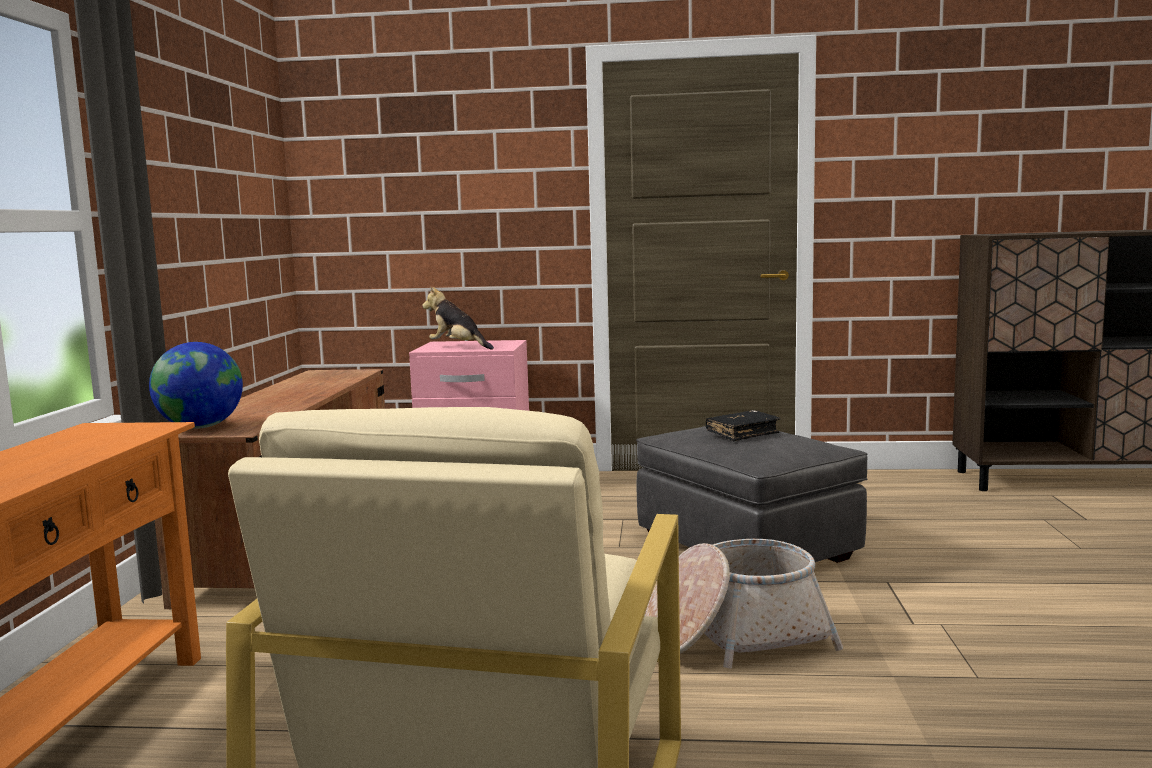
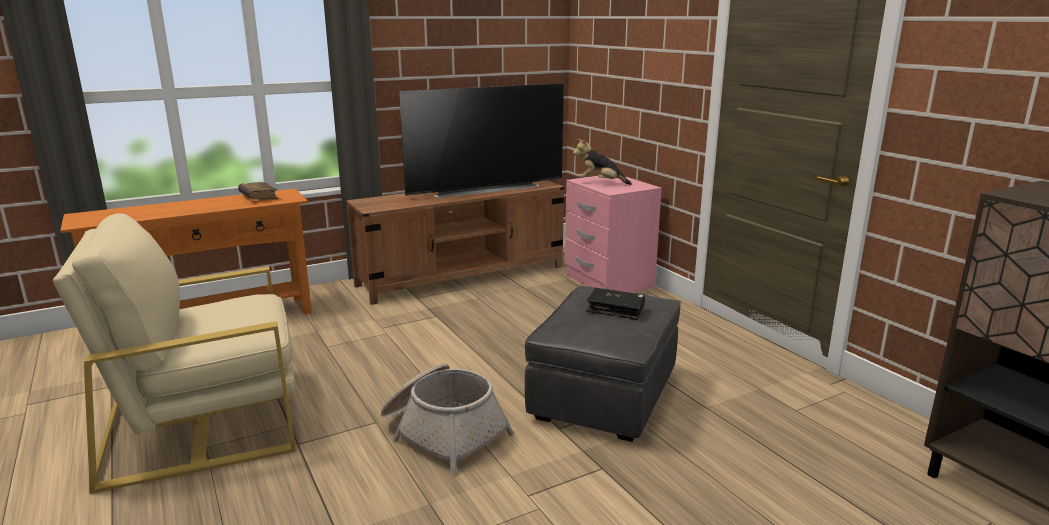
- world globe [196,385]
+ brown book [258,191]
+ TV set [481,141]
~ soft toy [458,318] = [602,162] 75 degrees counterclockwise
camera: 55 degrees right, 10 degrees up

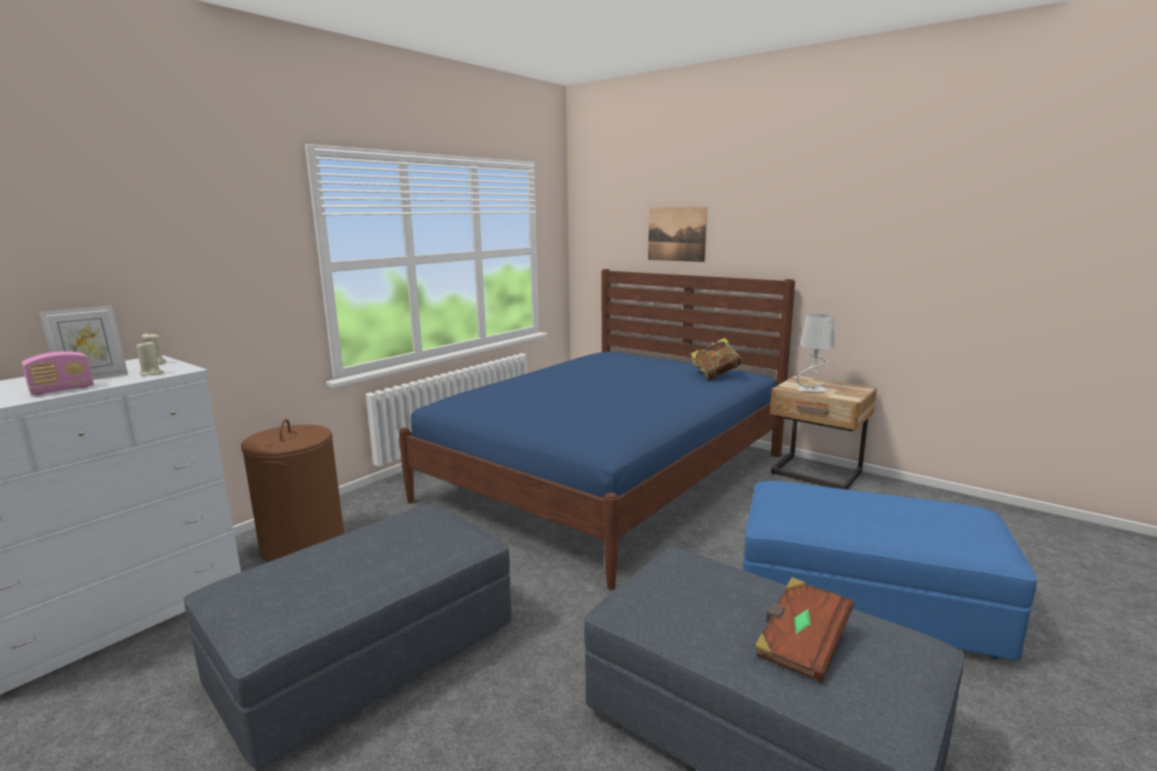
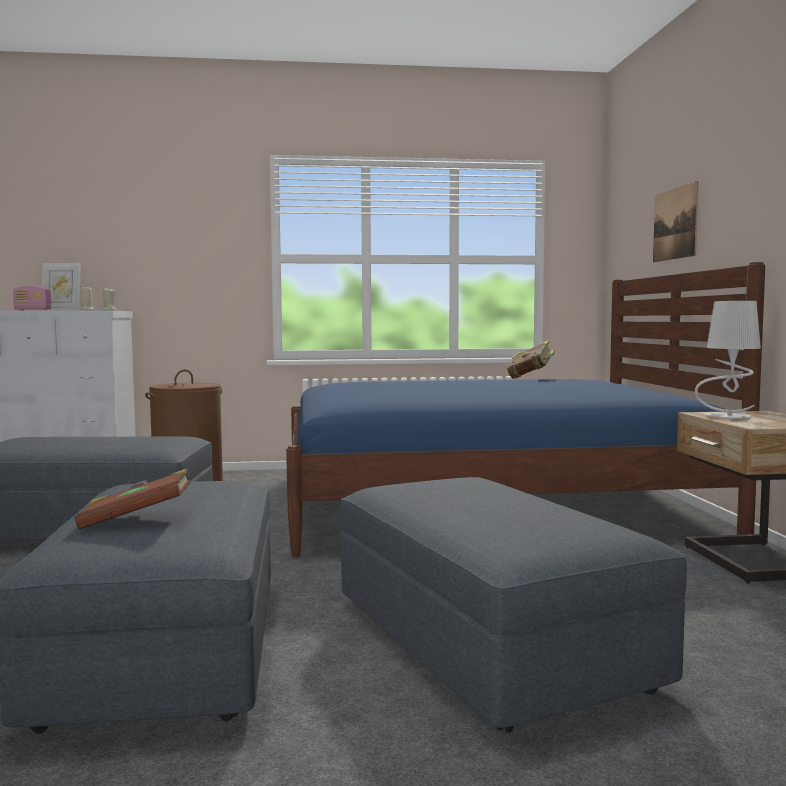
~ book [717,359] to [531,359]
~ blue-coloured pouffe [890,570] to gray pouffe [513,605]
camera: 45 degrees right, 10 degrees down

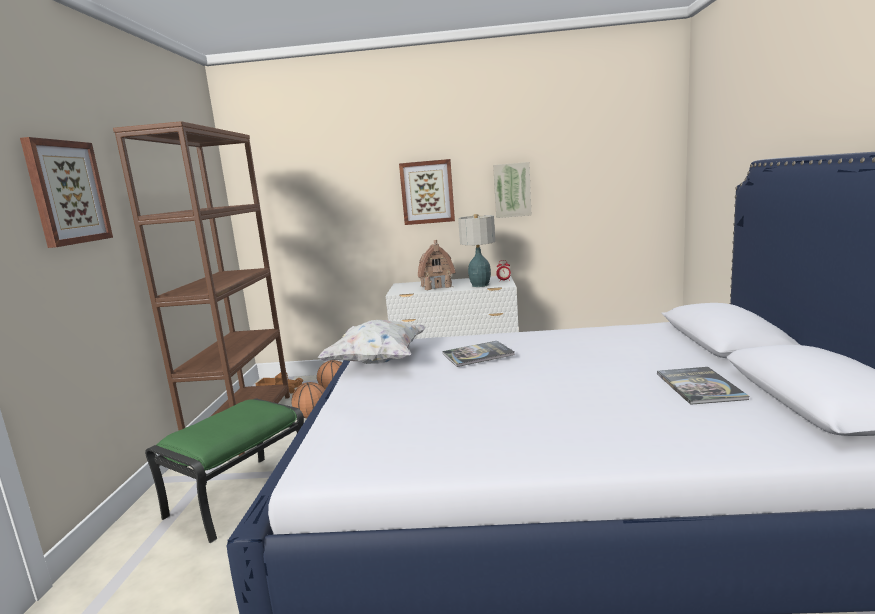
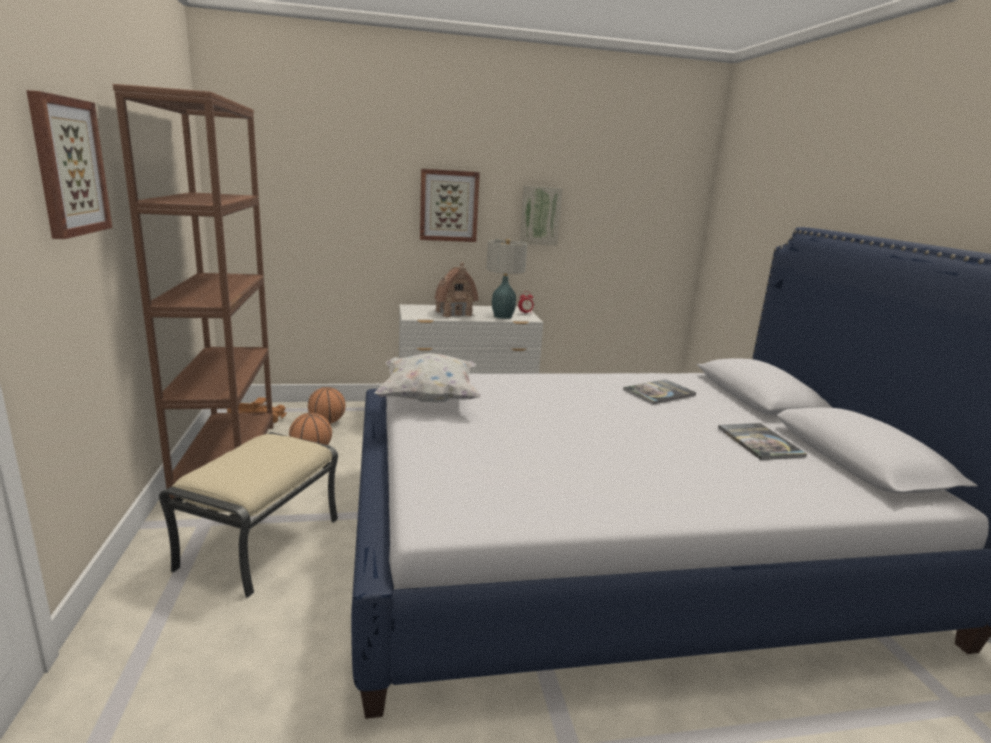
~ book [478,354] to [660,392]
~ green pouffe [224,470] to beige pouffe [248,515]
camera: 15 degrees left, 5 degrees up

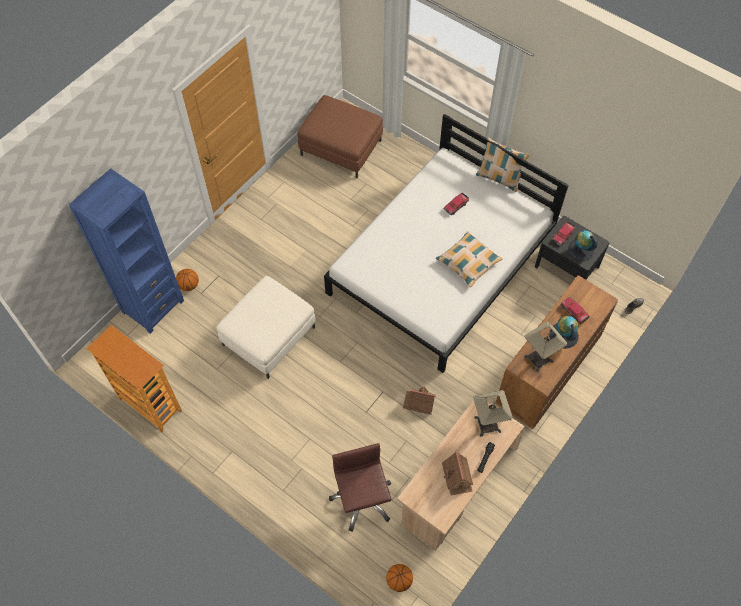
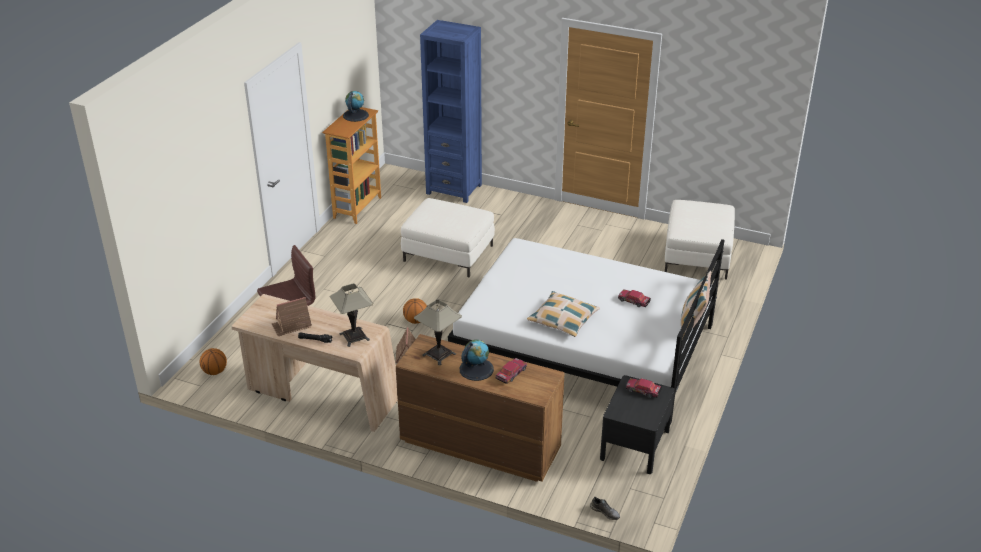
~ basketball ball [187,280] to [415,311]
~ world globe [582,245] to [356,106]
~ brown pouffe [340,136] to white pouffe [700,239]
camera: 75 degrees right, 25 degrees down

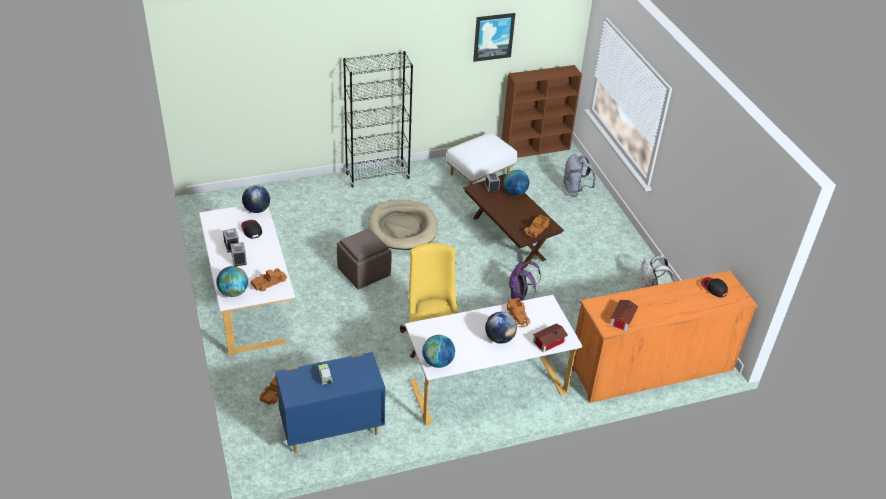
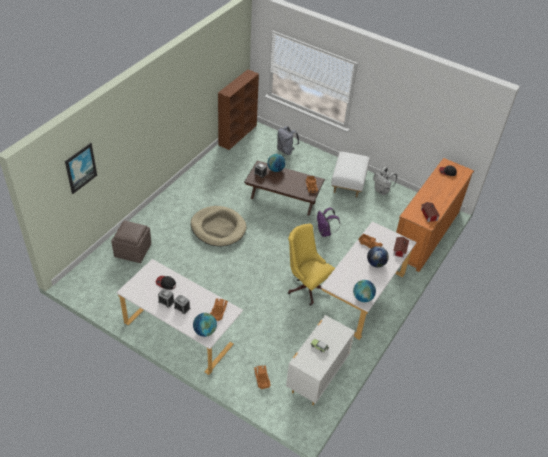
- world globe [256,199]
- black shelving unit [378,119]
~ brown pouffe [364,259] to [131,241]
~ white pouffe [481,158] to [350,175]
~ wall art [494,37] to [81,168]
~ blue-coloured chest of drawers [330,402] to white chest of drawers [320,360]
camera: 40 degrees left, 5 degrees up

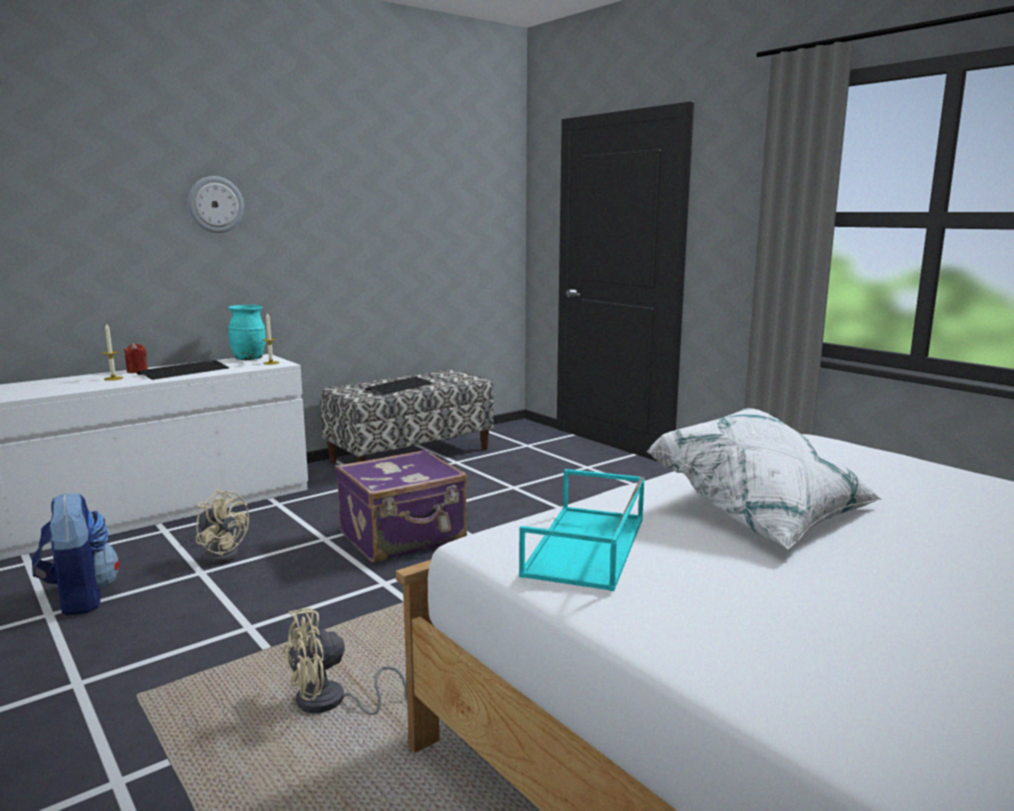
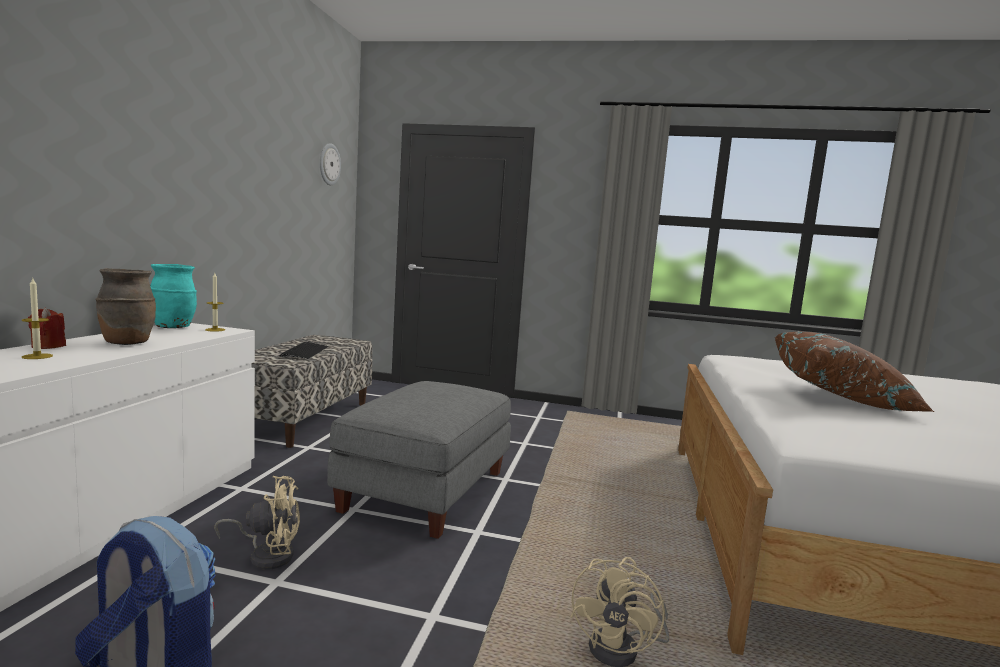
- turquoise-coloured serving tray [582,530]
~ hanging clock [216,204] to [330,164]
~ keyboard [183,370] to brown flower vase [125,306]
~ purplish travel case [401,506] to gray pouffe [419,460]
~ white cushion [764,478] to brown cushion [854,372]
camera: 40 degrees left, 5 degrees down

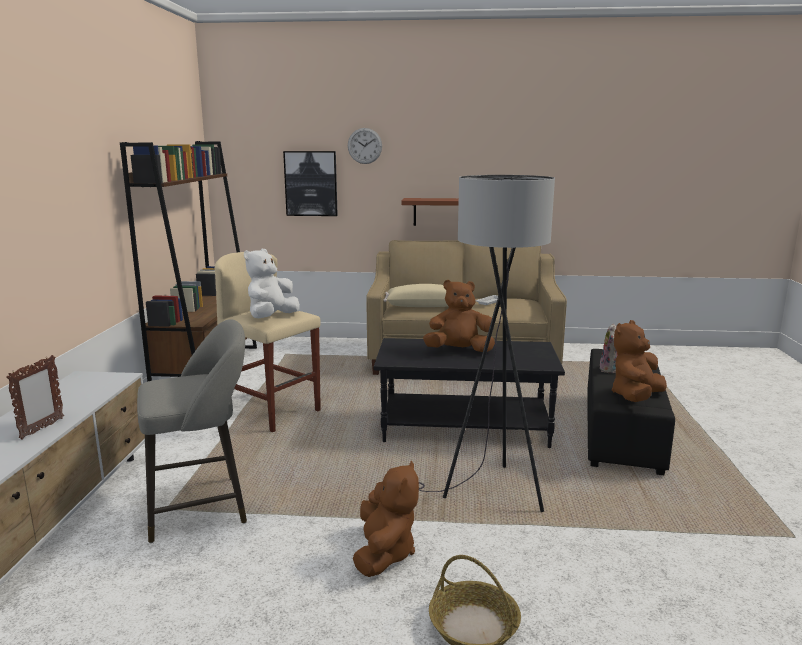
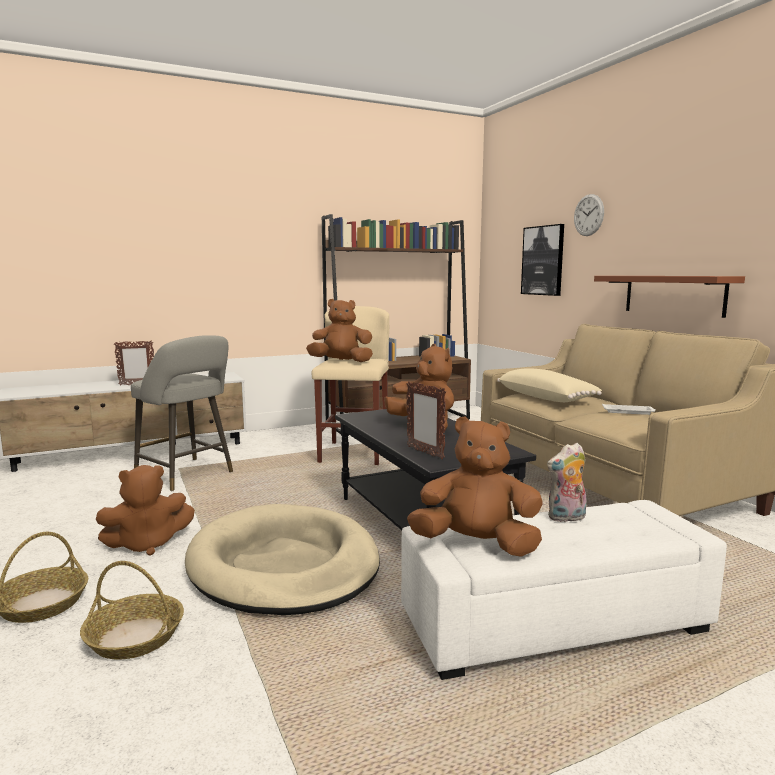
+ household basket [132,610]
+ standing frame [426,420]
~ gray floor lamp [487,343] to beige dog bed [282,559]
~ white soft toy [272,283] to brown soft toy [339,330]
~ black pouffe [631,412] to white pouffe [564,590]
camera: 60 degrees right, 5 degrees down

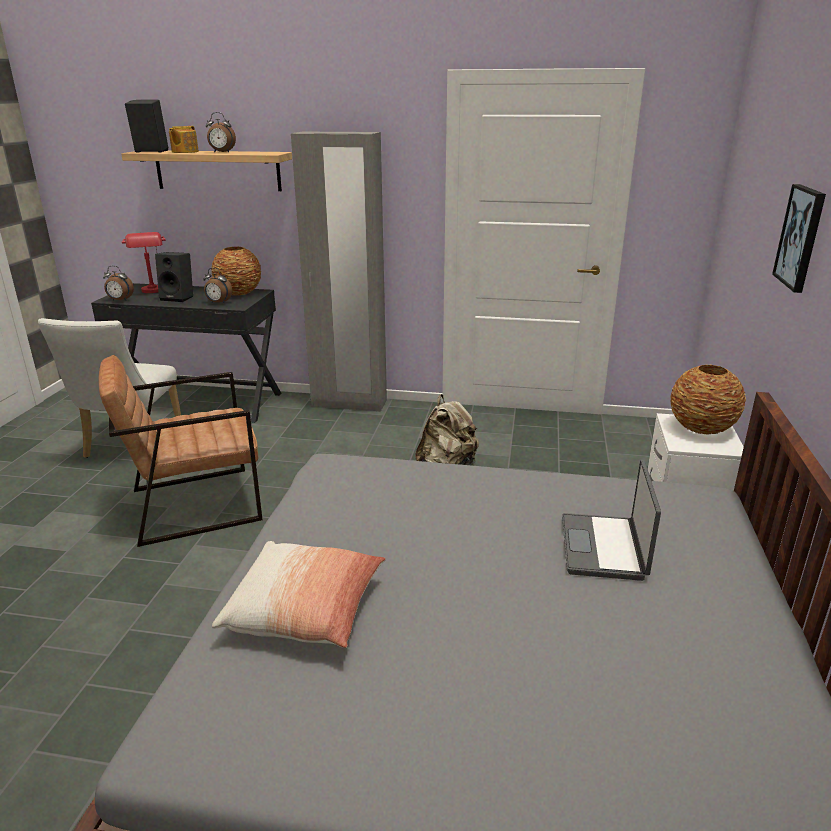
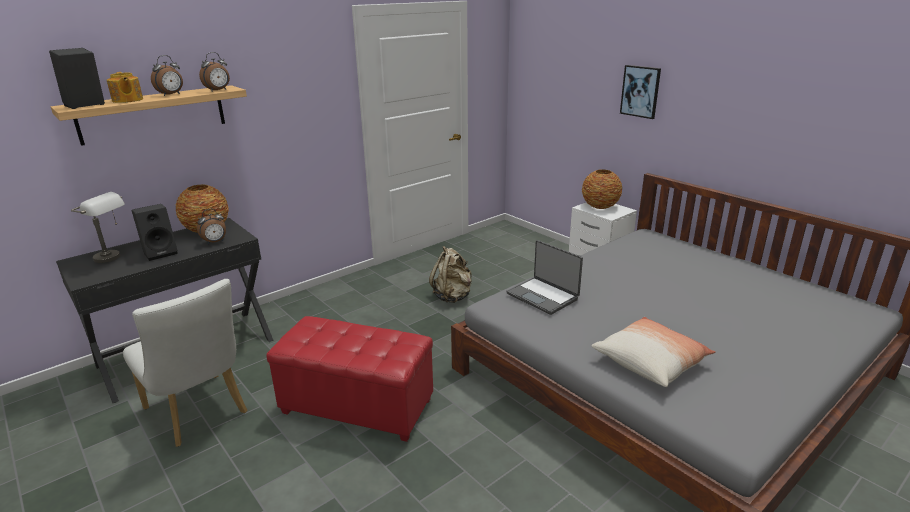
- gray clothes cupboard [339,272]
~ alarm clock [118,283] to [214,72]
~ notebook computer [611,520] to [544,277]
~ brown easy chair [181,451] to red pouffe [350,379]
~ red lamp for a table [144,262] to gray lamp for a table [98,227]
camera: 50 degrees left, 0 degrees up

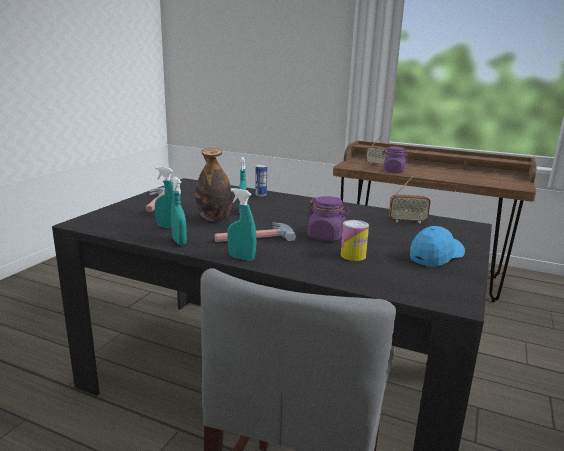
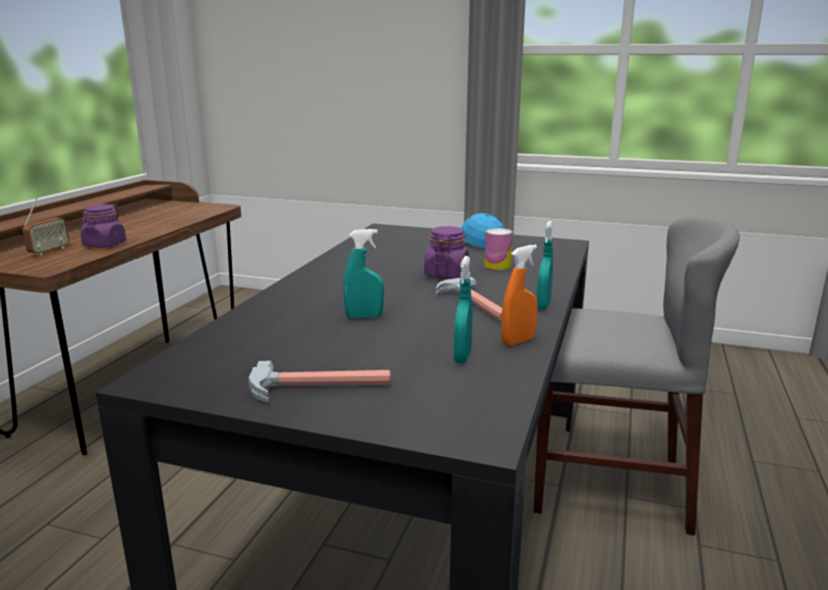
- drink bottle [214,184]
- can [261,181]
- radio receiver [410,200]
~ turquoise-coloured spray bottle [179,211] to orangey spray bottle [519,295]
camera: 95 degrees left, 0 degrees up

